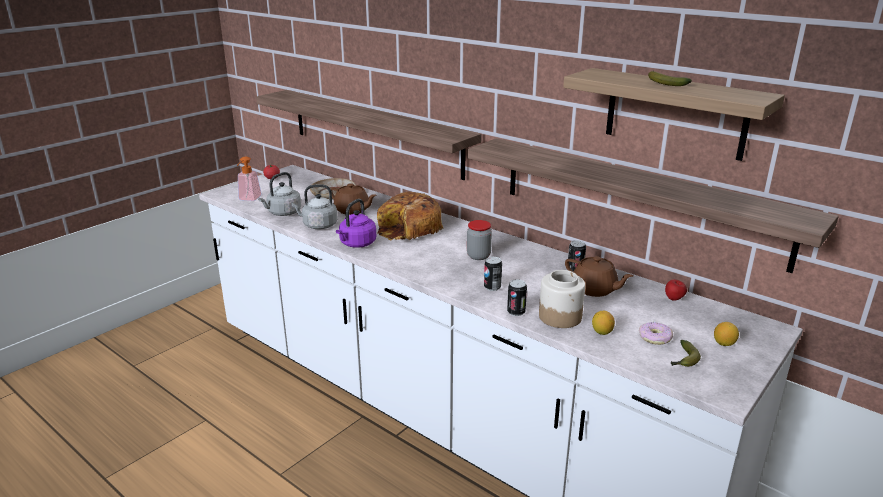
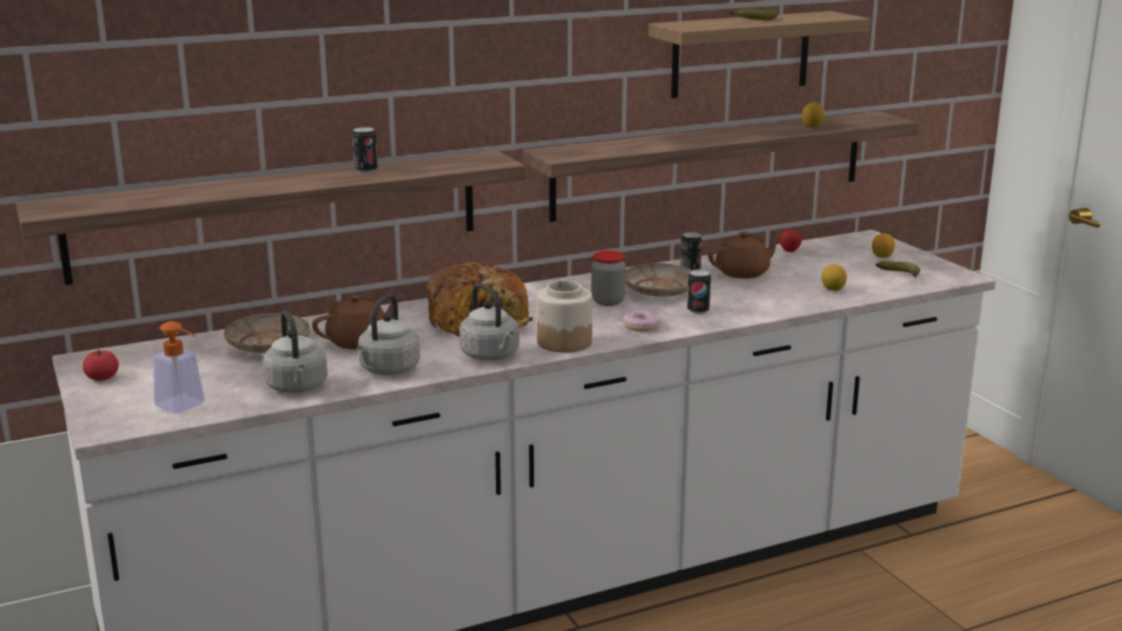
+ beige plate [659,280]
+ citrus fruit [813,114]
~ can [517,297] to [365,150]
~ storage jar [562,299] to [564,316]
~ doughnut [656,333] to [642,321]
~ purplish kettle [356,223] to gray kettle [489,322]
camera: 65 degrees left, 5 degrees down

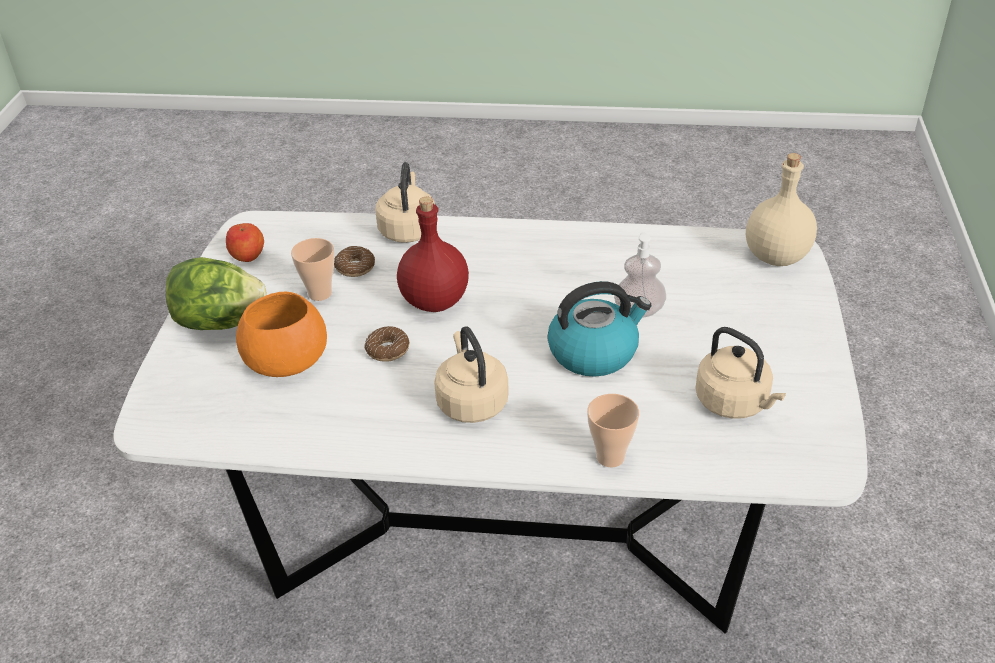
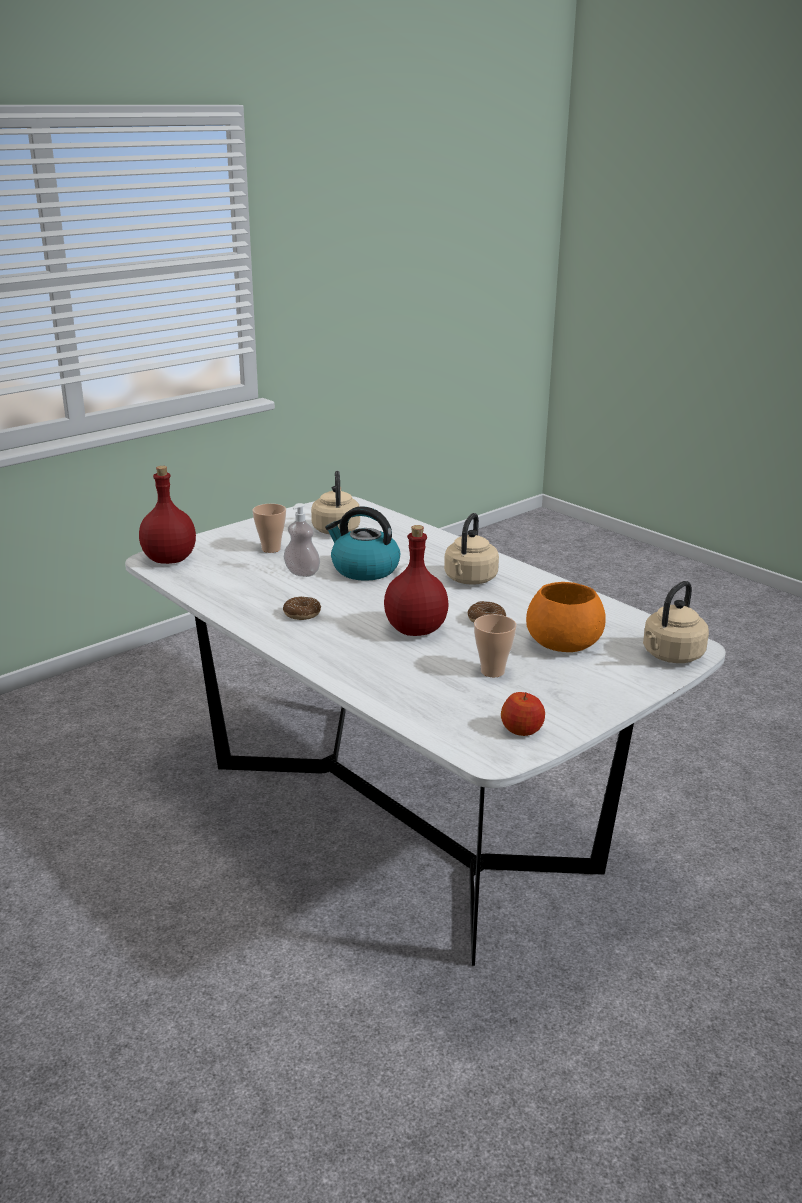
- lettuce head [216,293]
~ doughnut [354,261] to [302,608]
~ beige kettle [405,202] to [676,622]
~ cup [613,431] to [269,528]
~ beige drink bottle [781,209] to red drink bottle [167,515]
camera: 140 degrees left, 15 degrees down

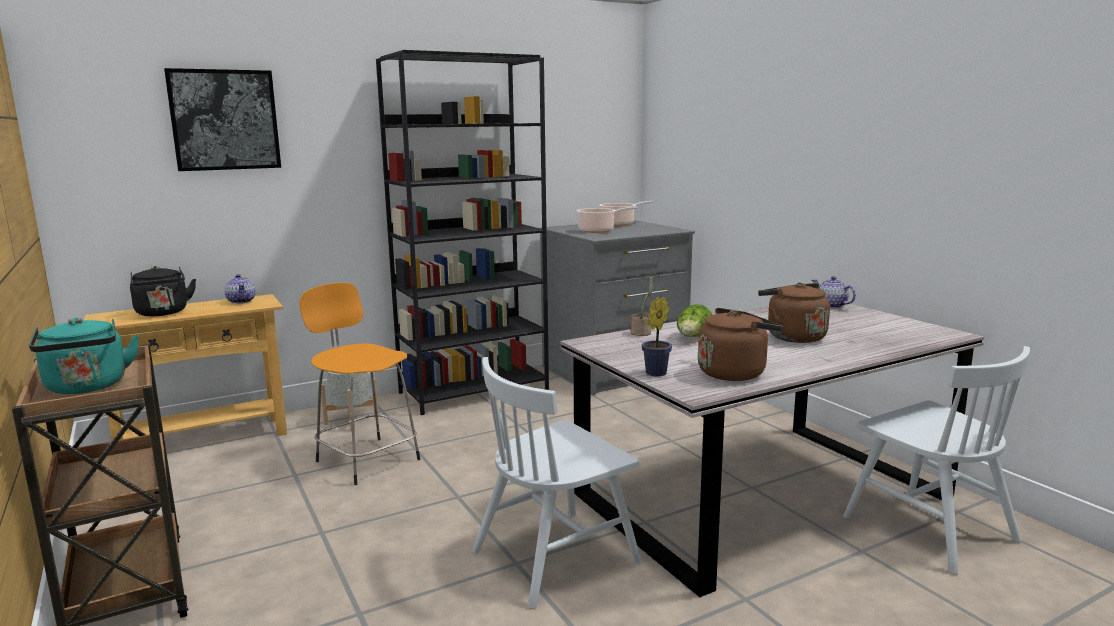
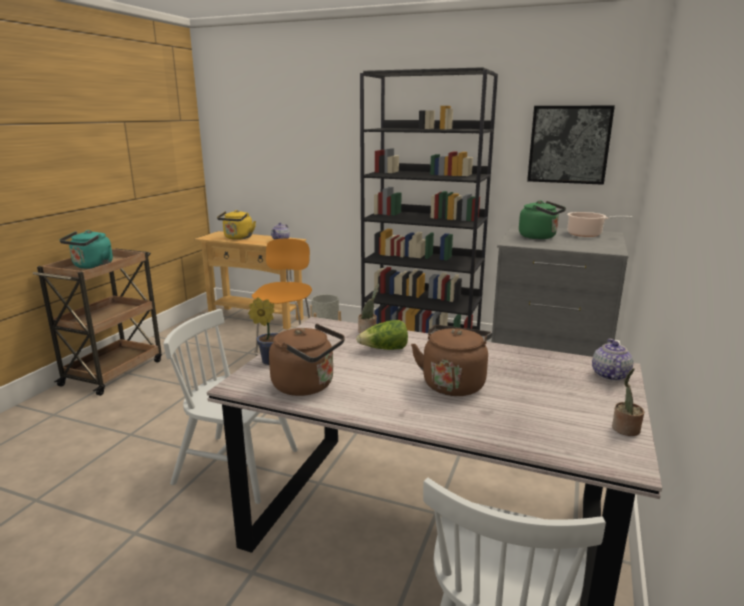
+ houseplant [628,402]
~ wall art [222,119] to [571,145]
~ saucepot [607,220] to green kettle [542,220]
~ black kettle [163,291] to yellow-coloured kettle [236,225]
camera: 50 degrees right, 5 degrees up

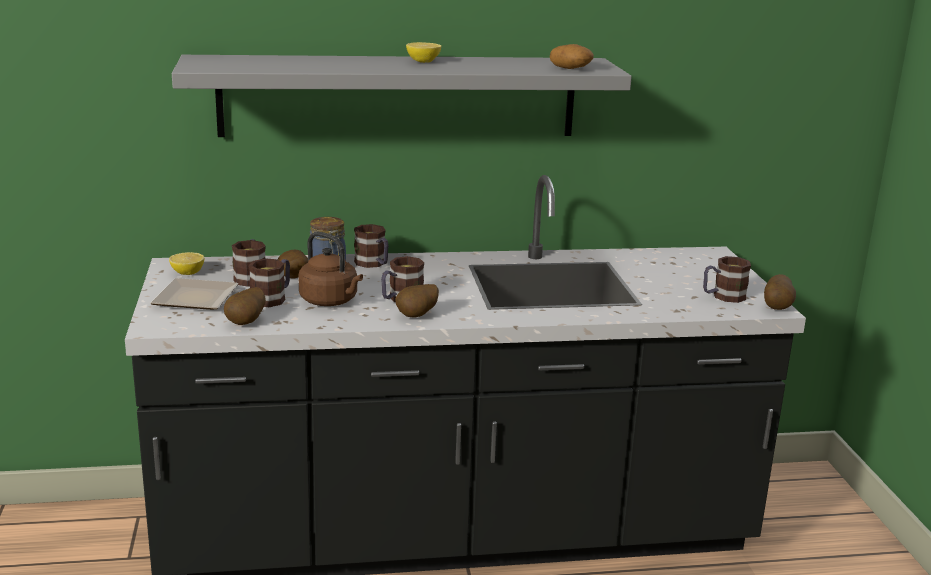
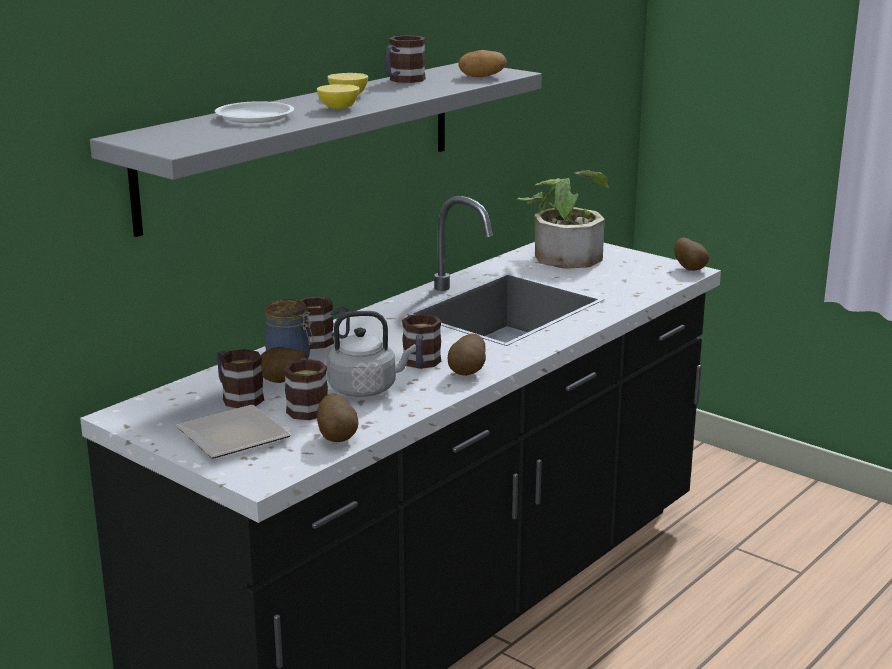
+ white plate [254,112]
+ houseplant [563,219]
~ citrus fruit [186,263] to [338,96]
~ mug [727,279] to [405,59]
~ brown kettle [330,269] to gray kettle [371,354]
camera: 40 degrees left, 0 degrees up

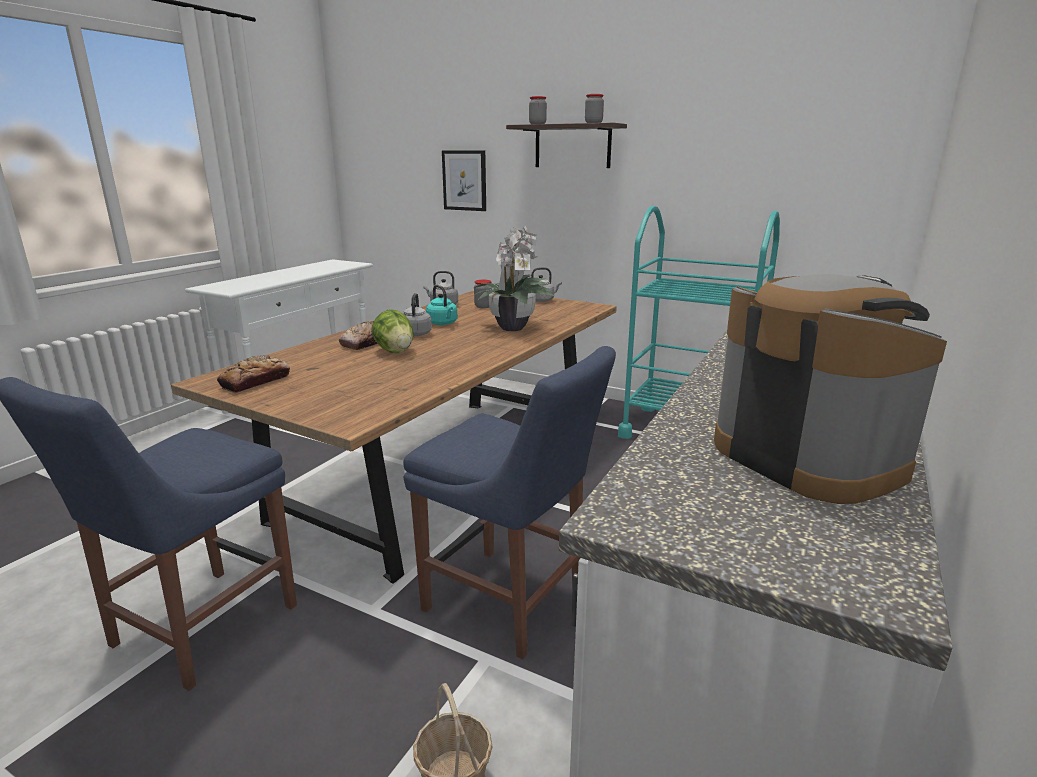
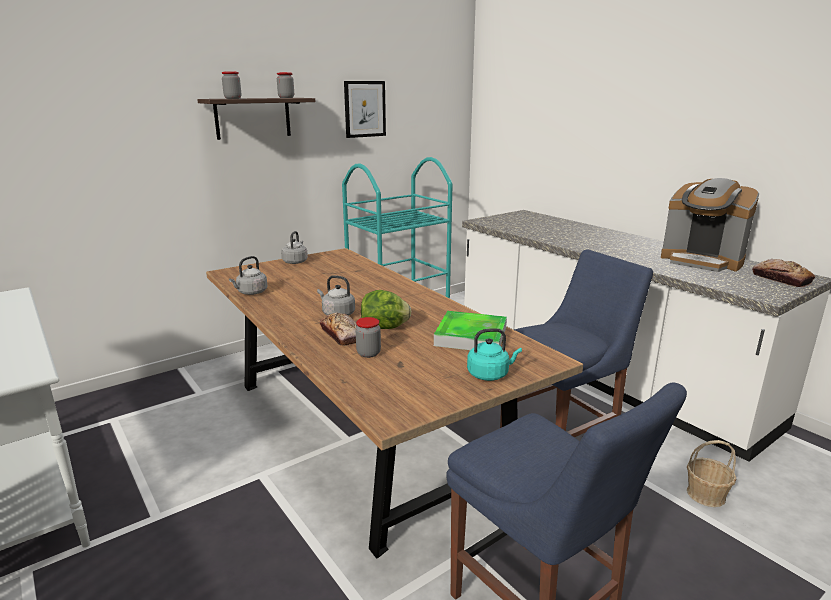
- houseplant [514,278]
+ serving tray [470,330]
~ bakery bread [253,374] to [783,273]
~ turquoise-coloured kettle [442,305] to [494,354]
~ wall art [464,180] to [365,109]
~ storage jar [483,294] to [368,337]
~ coffee maker [830,389] = [710,225] 135 degrees counterclockwise
camera: 65 degrees left, 0 degrees up

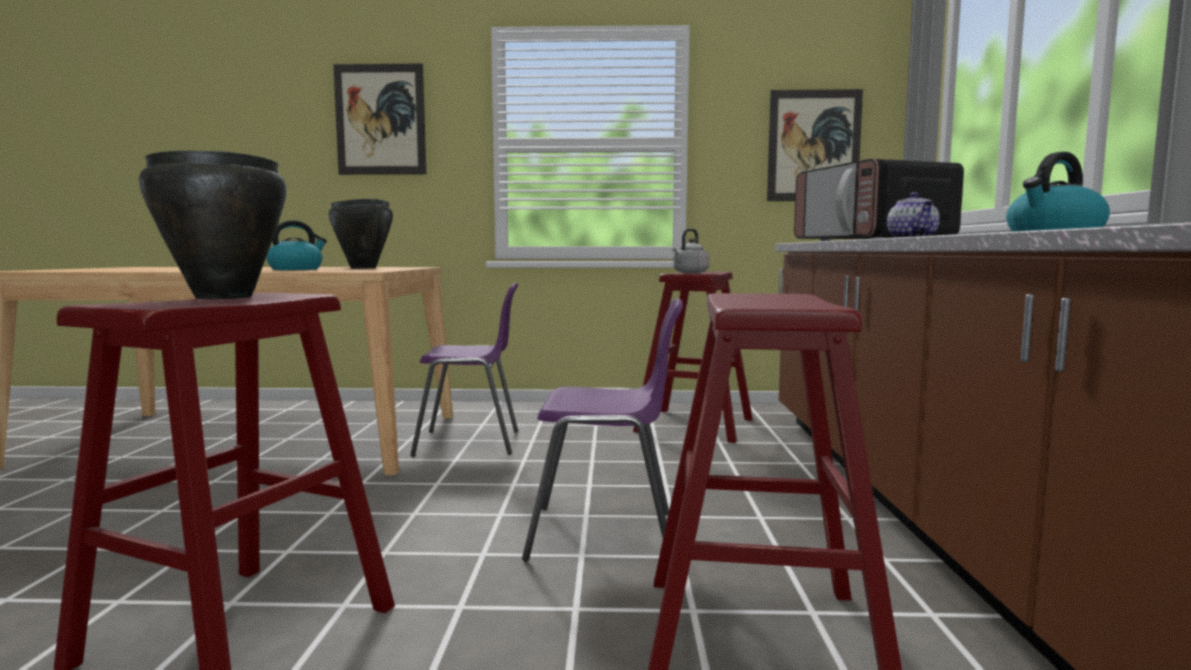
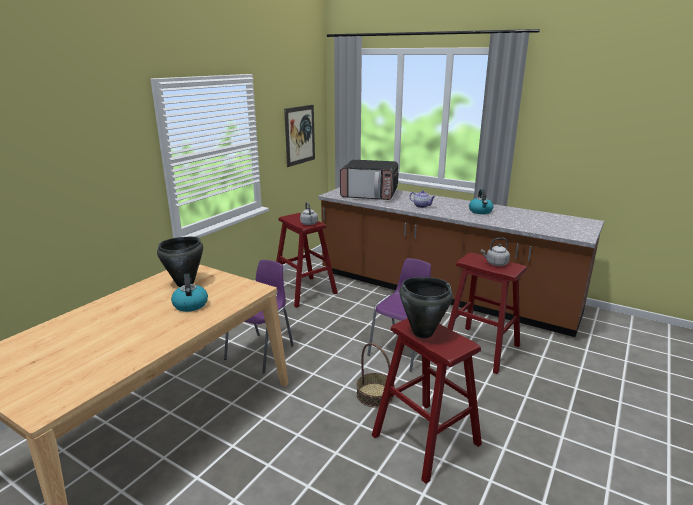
- wall art [379,119]
+ household basket [375,375]
+ gray kettle [495,252]
camera: 60 degrees left, 15 degrees up

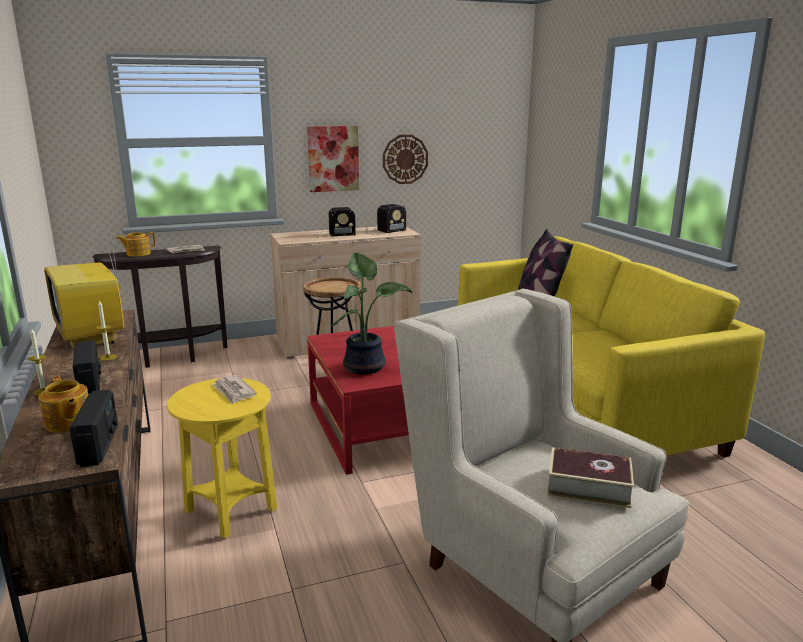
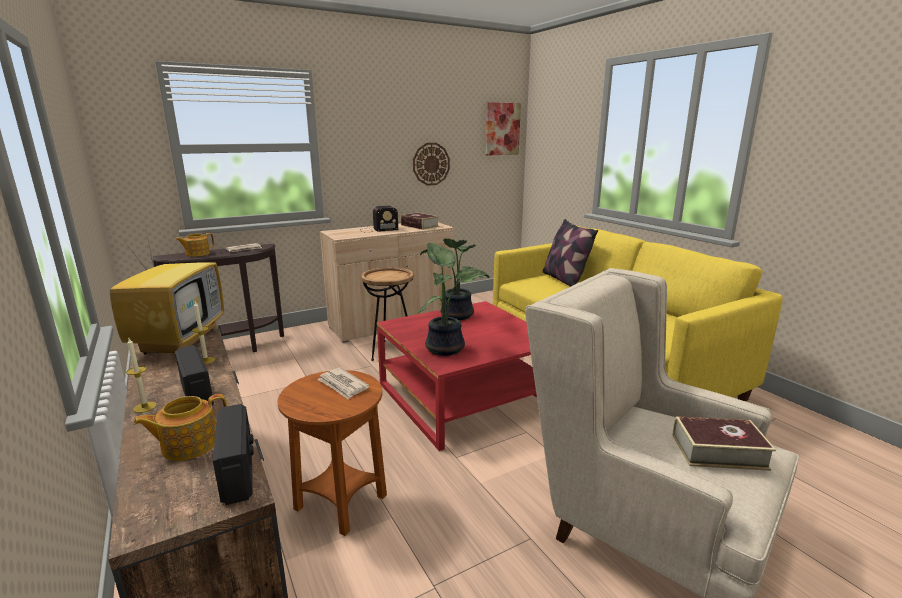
+ houseplant [451,279]
~ wall art [333,159] to [503,128]
~ radio receiver [385,219] to book [420,221]
~ yellow-coloured accent table [222,458] to brown accent table [332,453]
~ pot for tea [63,404] = [180,427] 105 degrees clockwise
~ TV set [84,289] = [167,284] 135 degrees counterclockwise
camera: 10 degrees left, 0 degrees up

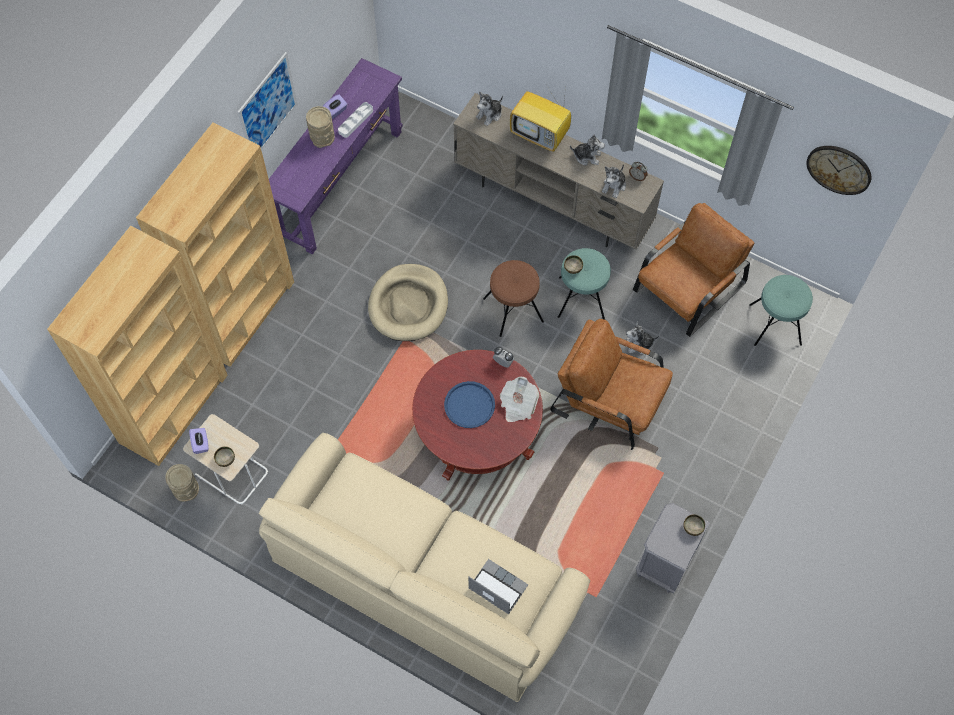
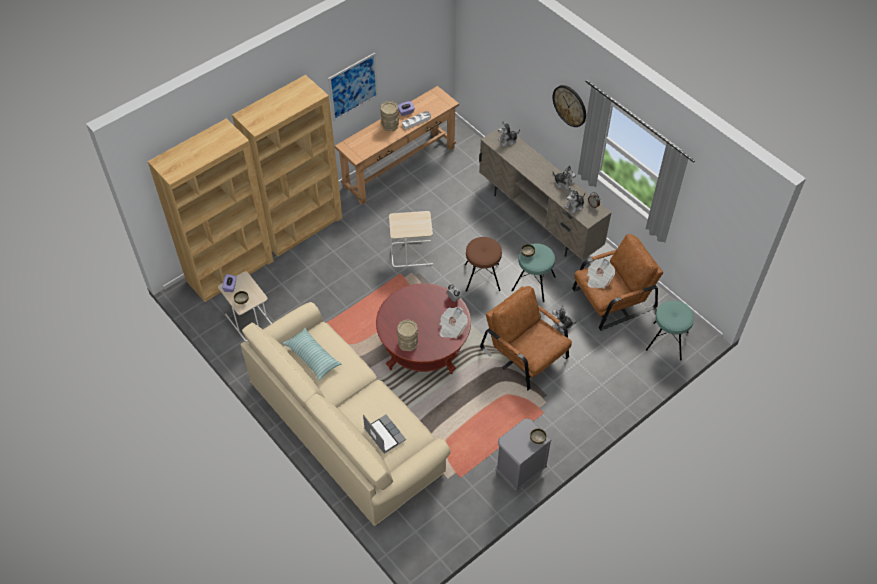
- blue-coloured serving tray [469,404]
- TV set [540,117]
+ cushion [312,354]
+ newspaper [601,273]
~ beige flower vase [182,483] to [407,336]
~ hanging clock [838,170] to [569,106]
~ beige dog bed [408,302] to beige accent table [411,239]
~ purplish narrow table [336,156] to brown narrow table [397,145]
camera: 20 degrees right, 10 degrees down

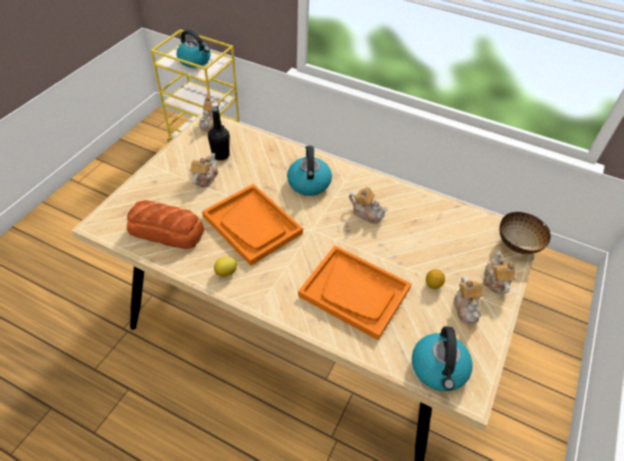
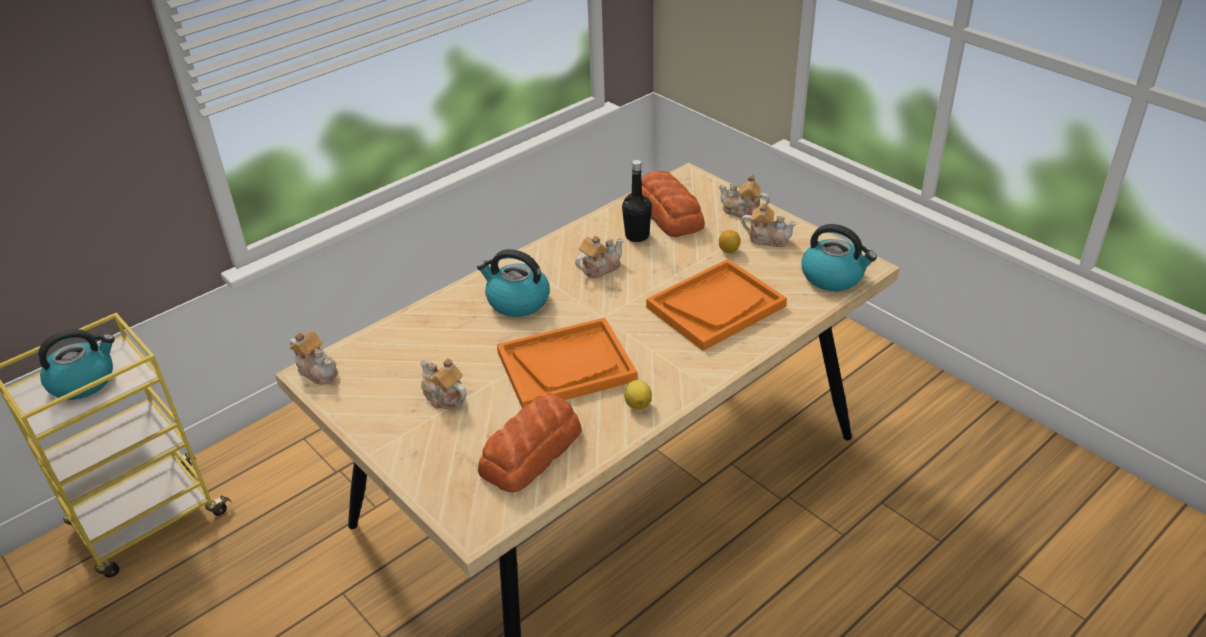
- serving bowl [525,233]
+ bakery bread [673,204]
~ black drink bottle [219,131] to [637,201]
camera: 65 degrees left, 10 degrees down

